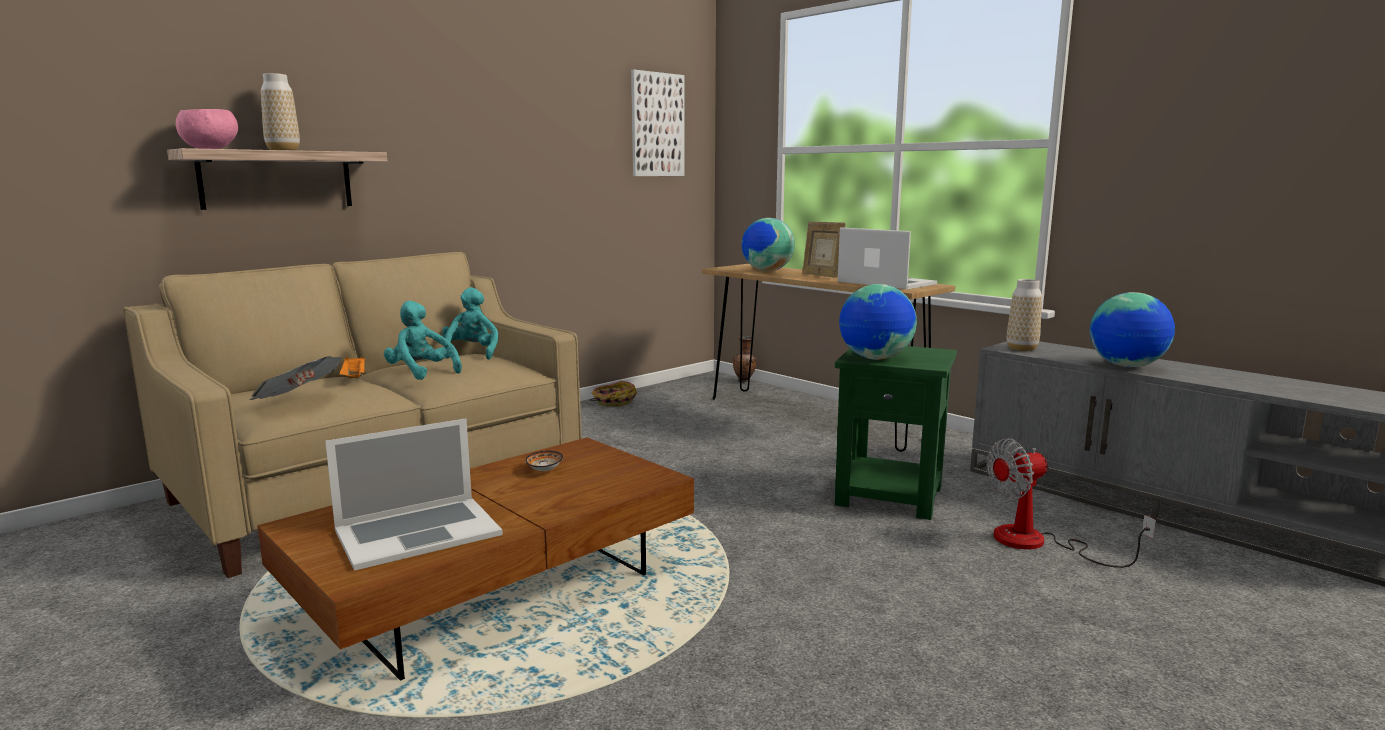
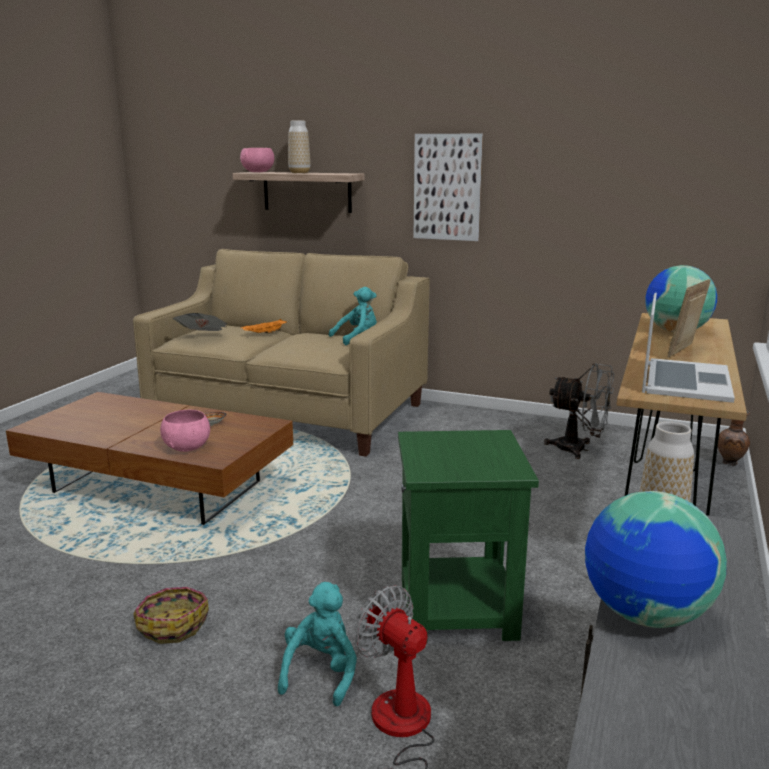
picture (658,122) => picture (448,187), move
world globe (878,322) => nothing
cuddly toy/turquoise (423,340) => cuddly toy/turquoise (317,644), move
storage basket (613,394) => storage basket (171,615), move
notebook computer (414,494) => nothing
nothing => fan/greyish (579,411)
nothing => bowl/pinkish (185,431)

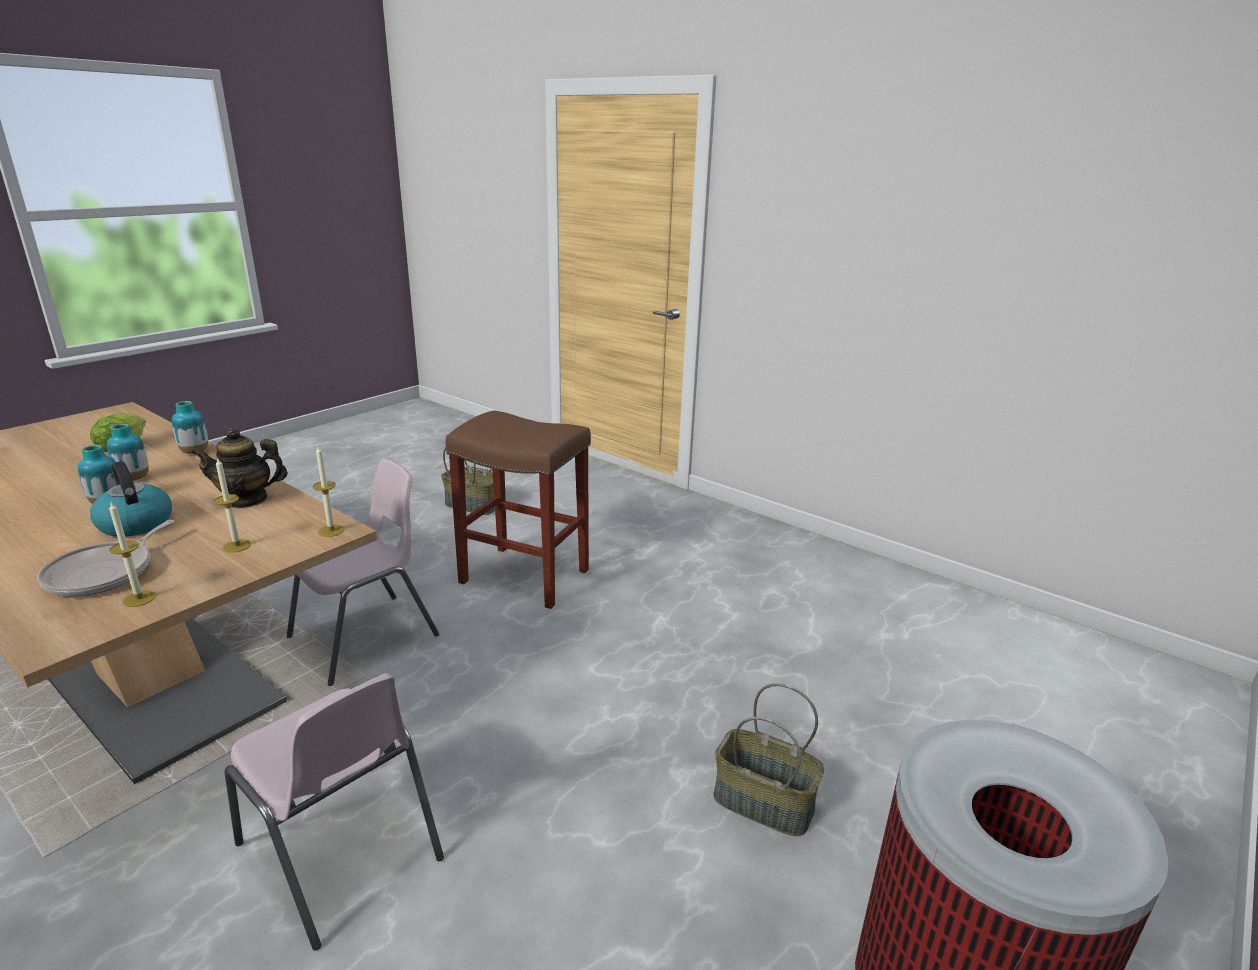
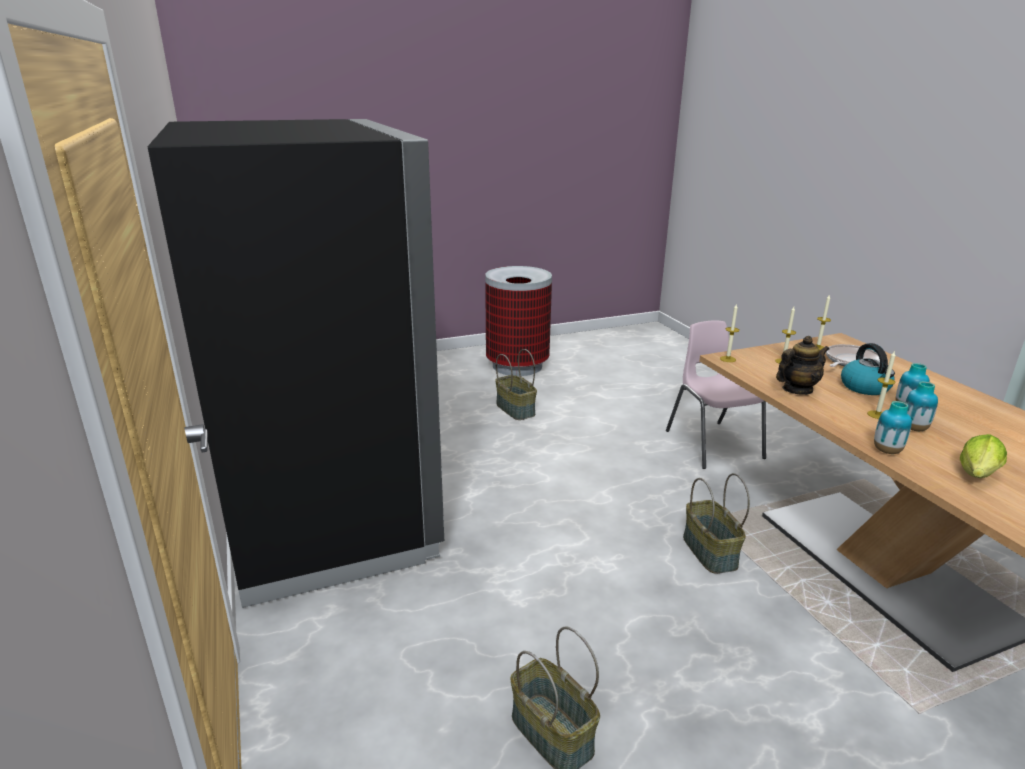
stool/brownish (518,509) => nothing
tea pot (239,468) => tea pot (802,365), 45 degrees counterclockwise
upright chair/pinkish (363,572) => storage basket (716,523)
nothing => refrigerator/black-coloured (295,363)
nothing => candle (881,385)

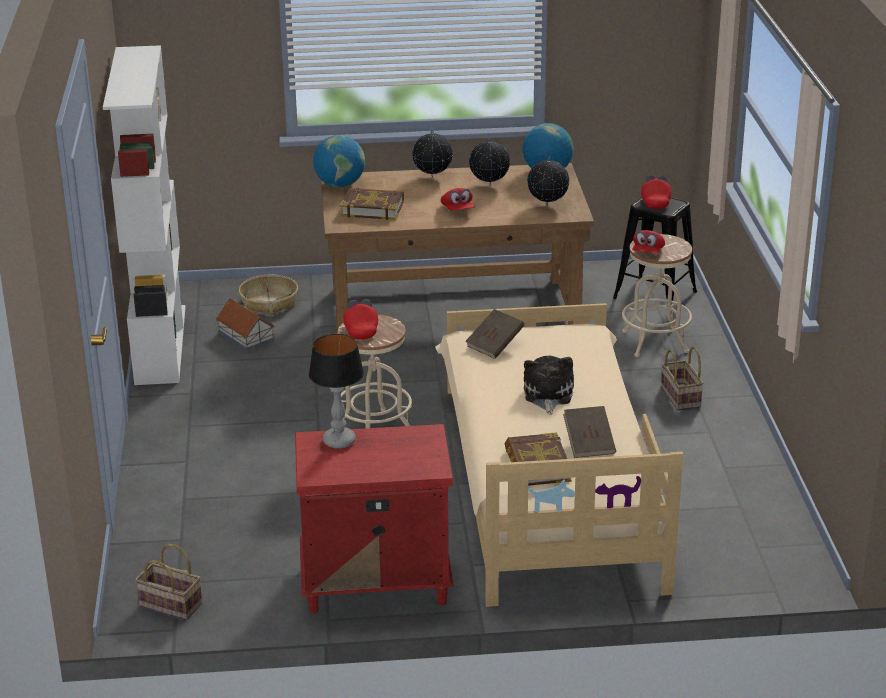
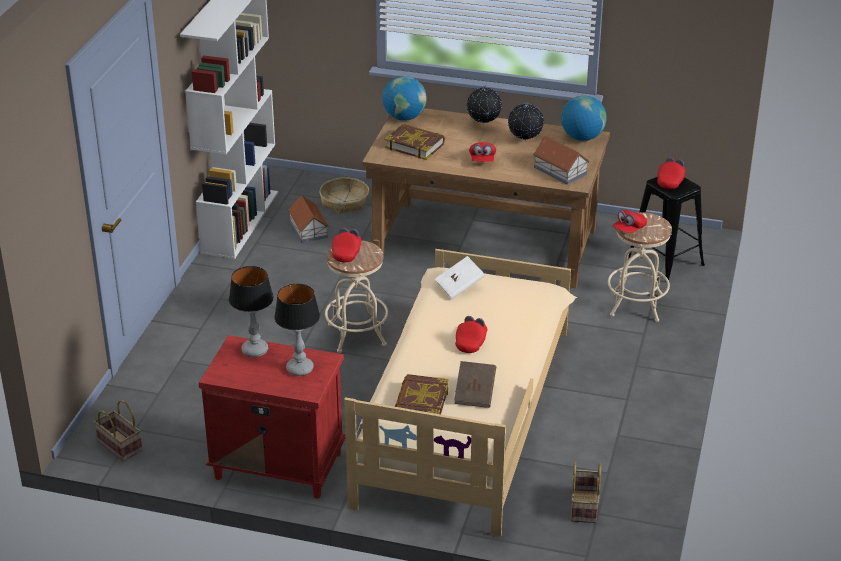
world globe (548,181) => miniature house (561,160)
volume/brownish (494,334) => volume/white-coloured (460,278)
storage basket (682,378) => storage basket (586,492), move
cuddly toy (549,385) => cap/reddish (471,334)
nothing => table lamp (297,329)

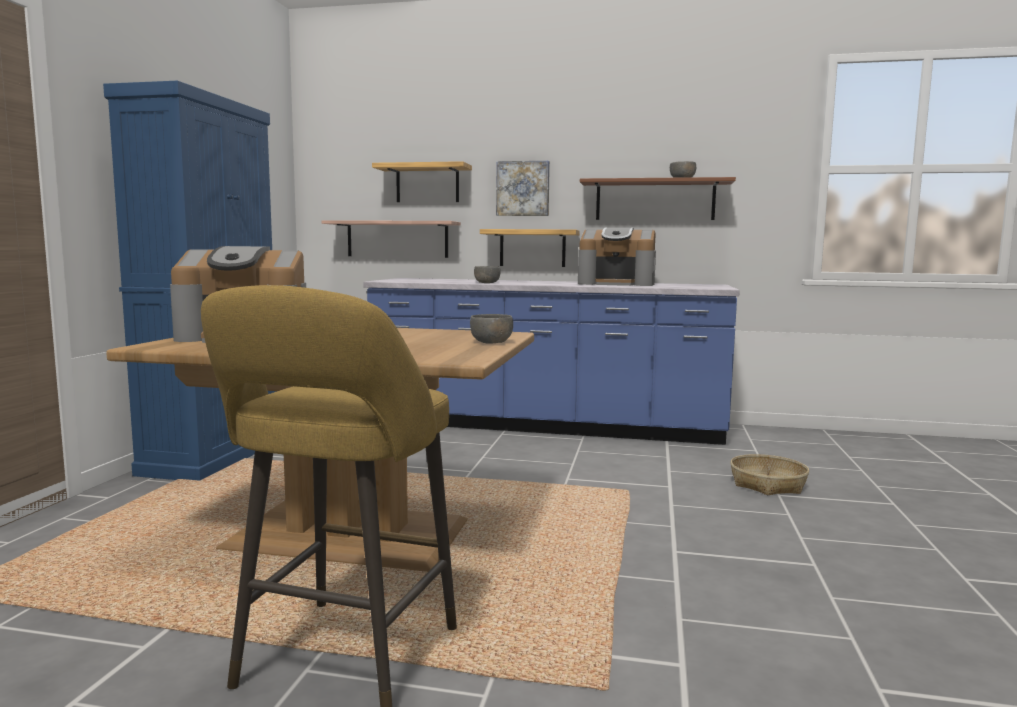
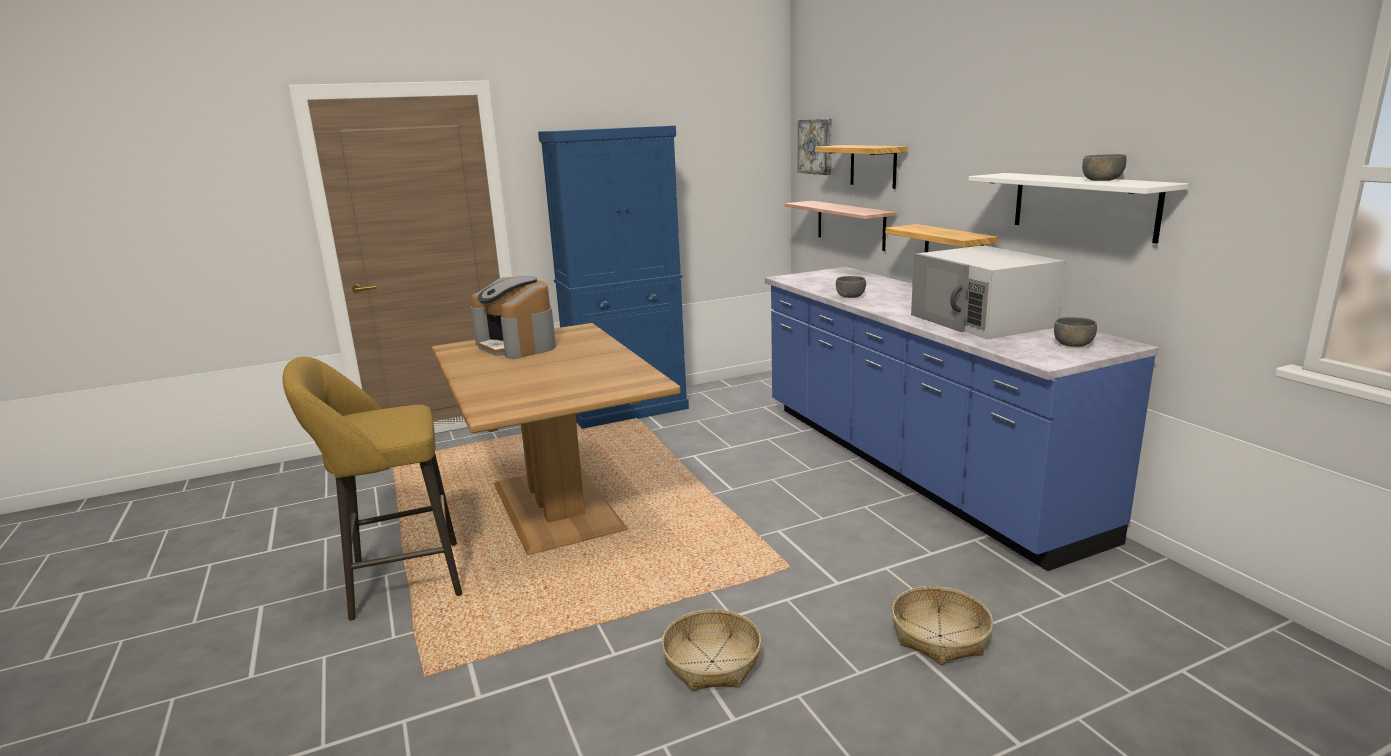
picture (523,188) => picture (815,147), move
shelf/brownish (658,198) => shelf/white-coloured (1078,208)
coffee machine (617,256) => kitchen microwave/white-coloured (988,292)
bowl/greyish (491,329) => bowl/greyish (1075,332), move
nothing => storage basket (711,650)

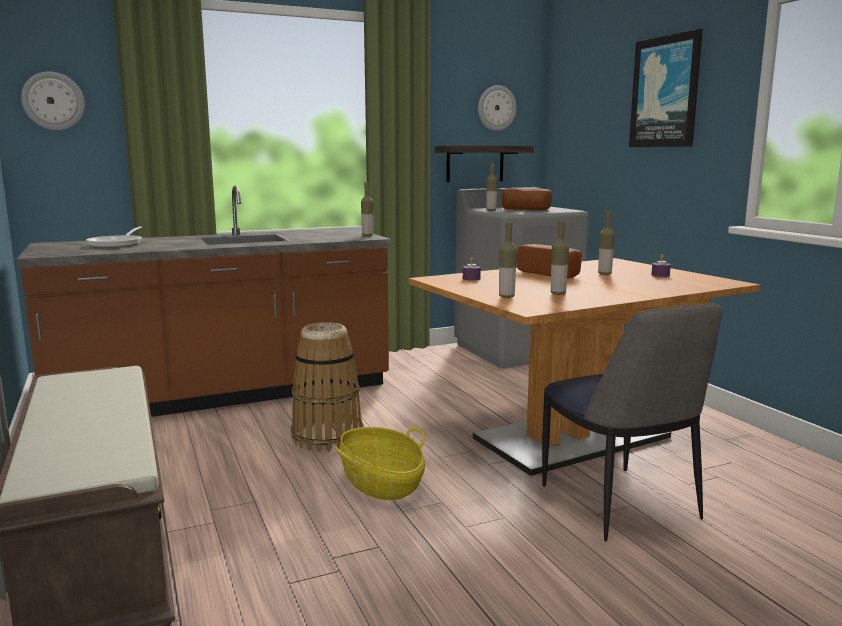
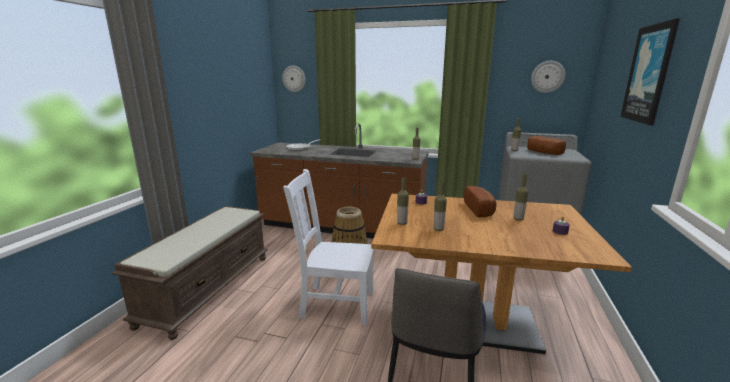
shelf (484,164) => nothing
storage basket (380,463) => upright chair/white-coloured (328,247)

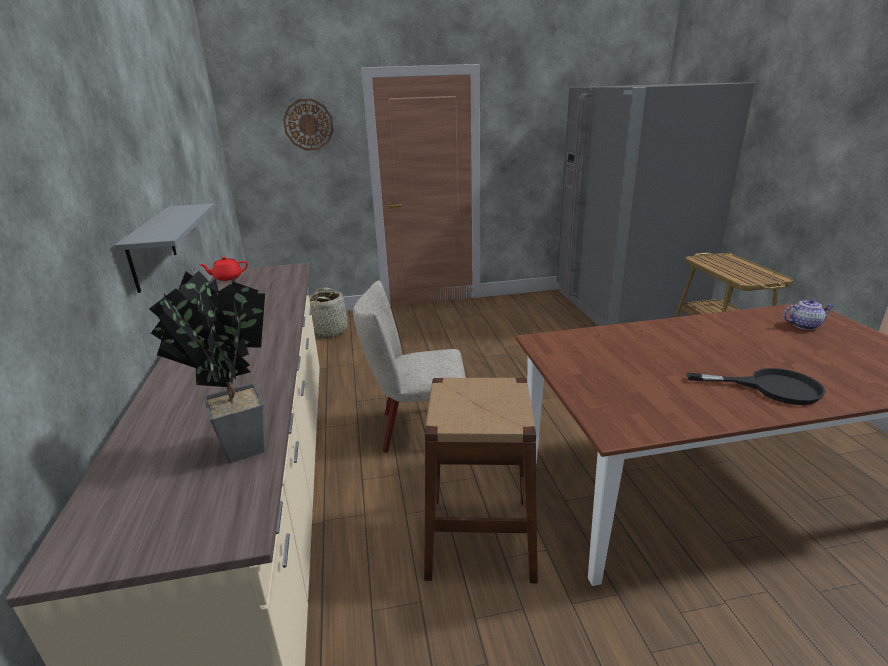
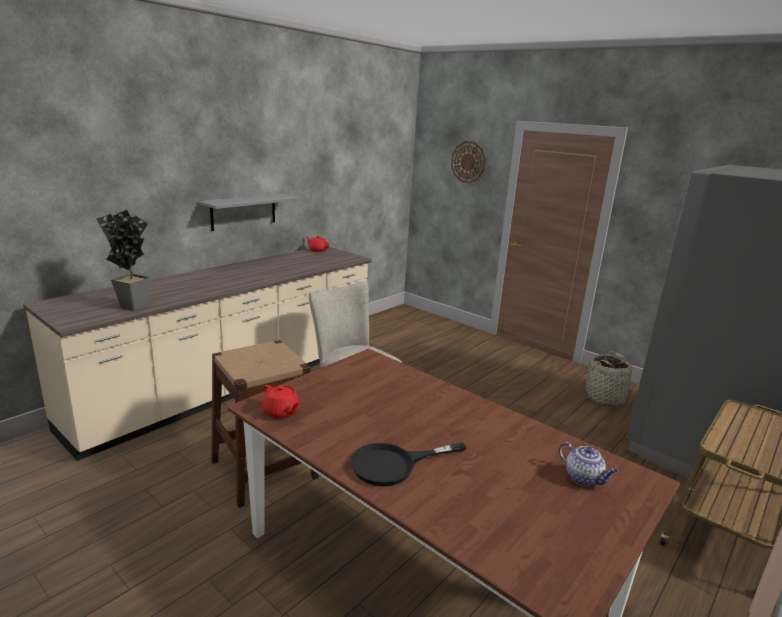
storage basket (328,312) => storage basket (609,379), move
skillet/black-coloured (756,386) => skillet/black-coloured (408,464), 90 degrees clockwise
nothing => tea pot/reddish (281,402)

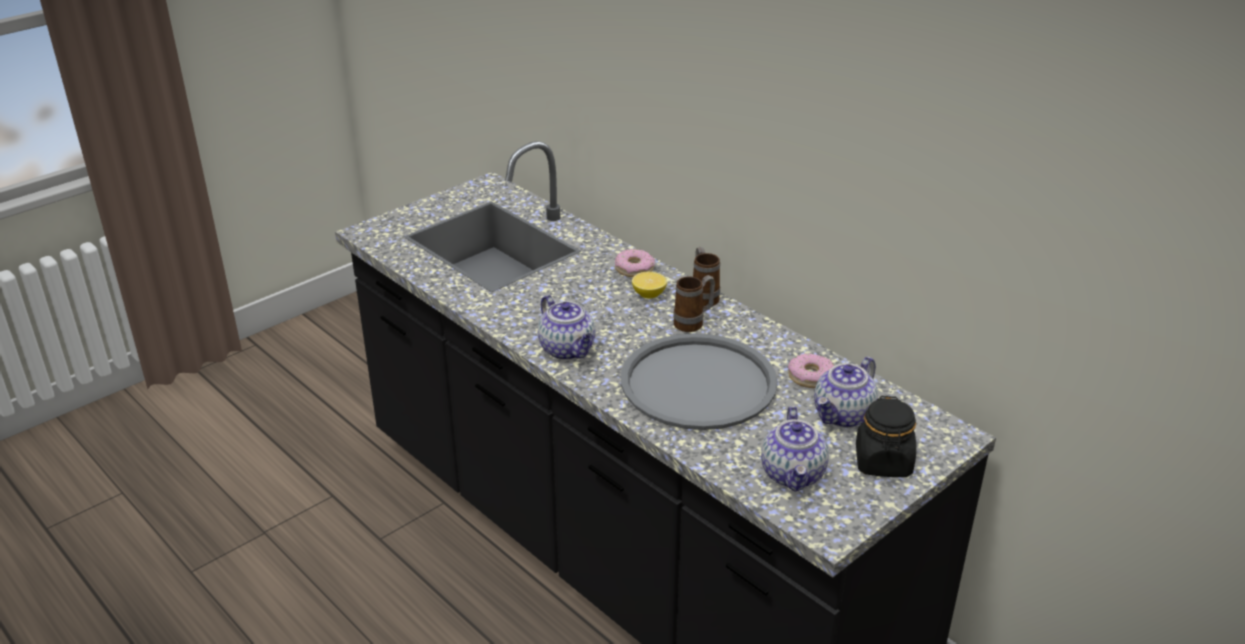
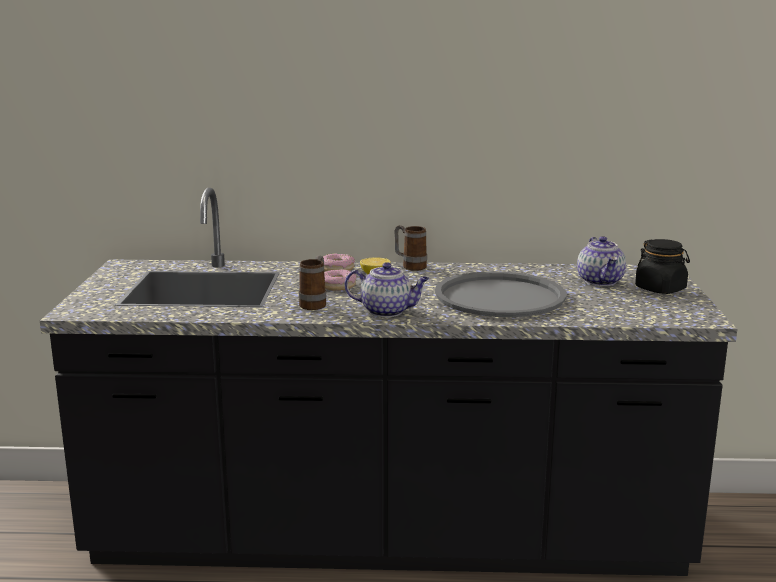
mug (694,303) => mug (312,282), move
ring doughnut (811,370) => ring doughnut (340,280), move
tea pot (795,449) => nothing

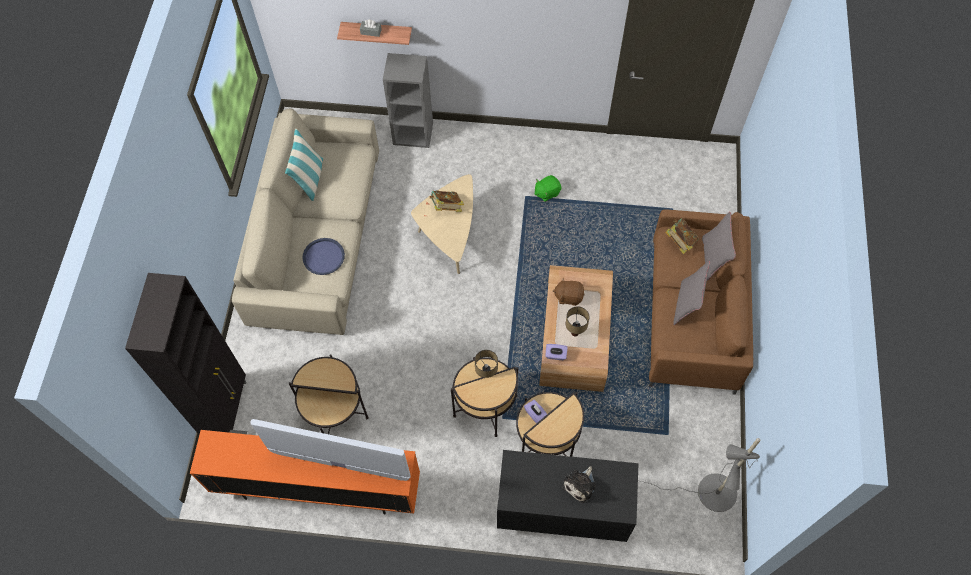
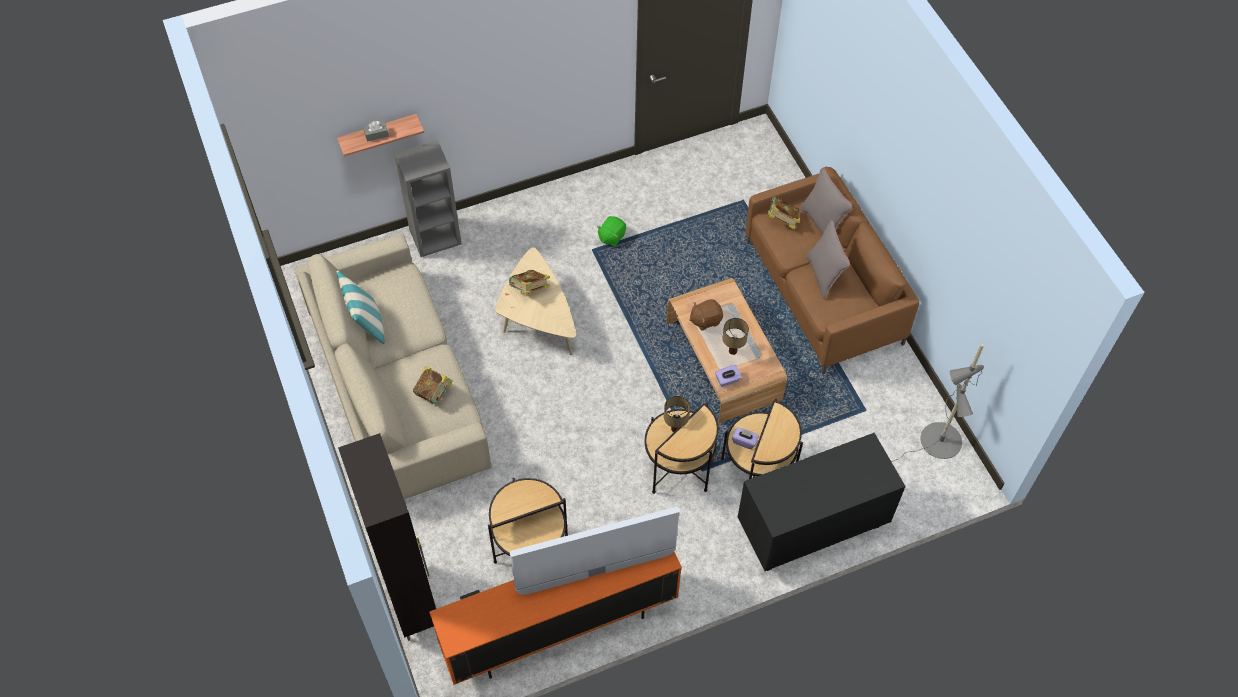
tray/blue (324,256) => volume (433,385)
cuddly toy (579,484) => nothing

